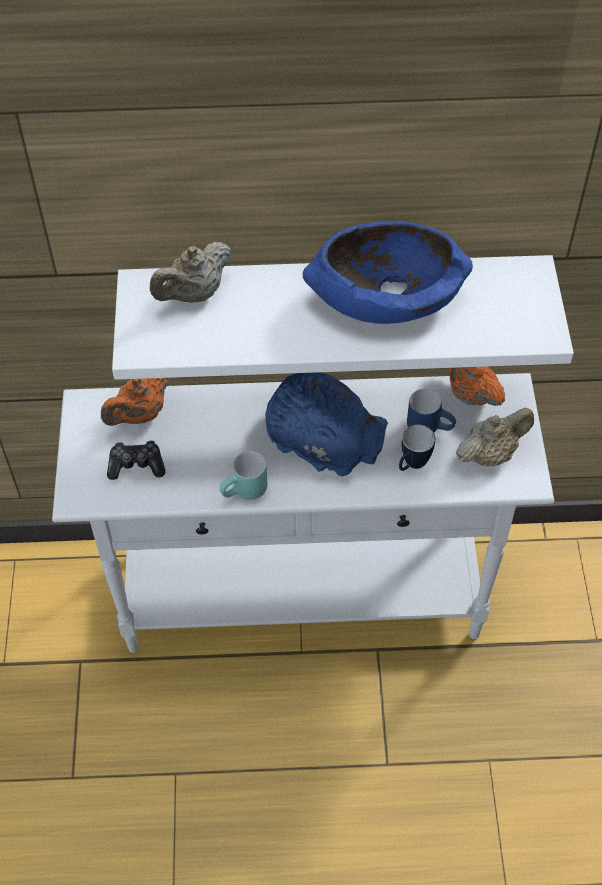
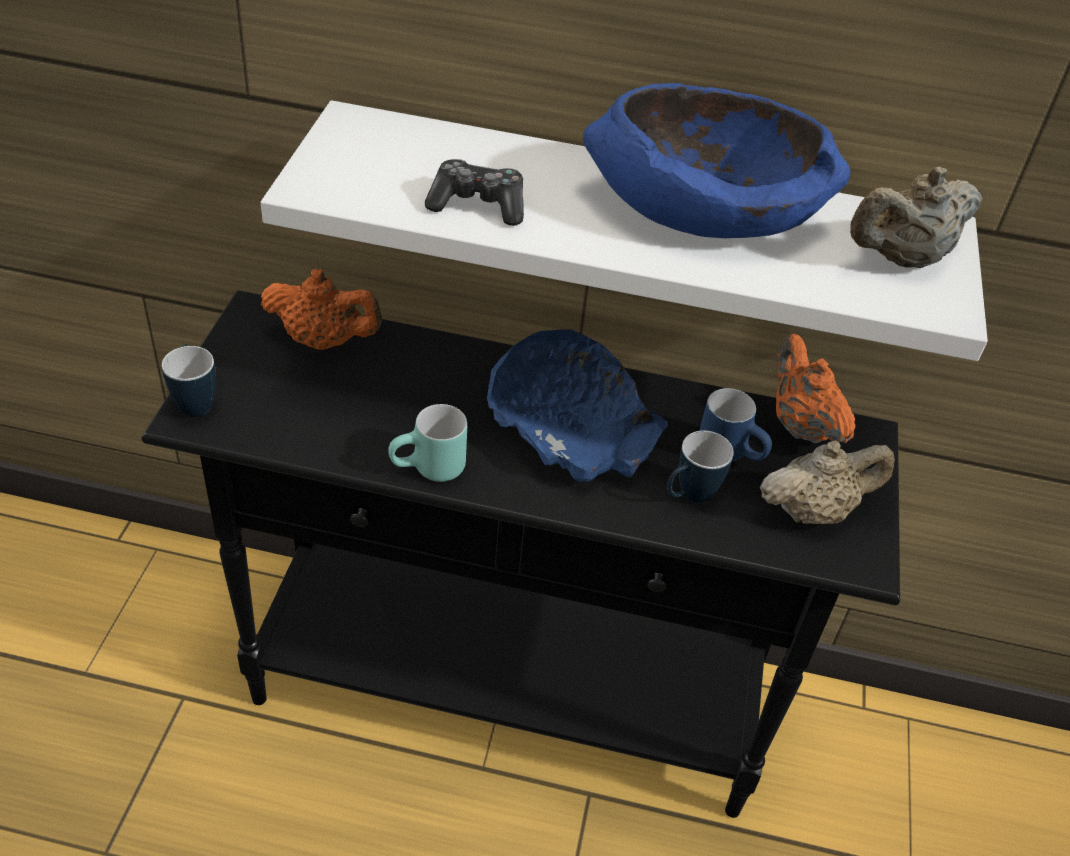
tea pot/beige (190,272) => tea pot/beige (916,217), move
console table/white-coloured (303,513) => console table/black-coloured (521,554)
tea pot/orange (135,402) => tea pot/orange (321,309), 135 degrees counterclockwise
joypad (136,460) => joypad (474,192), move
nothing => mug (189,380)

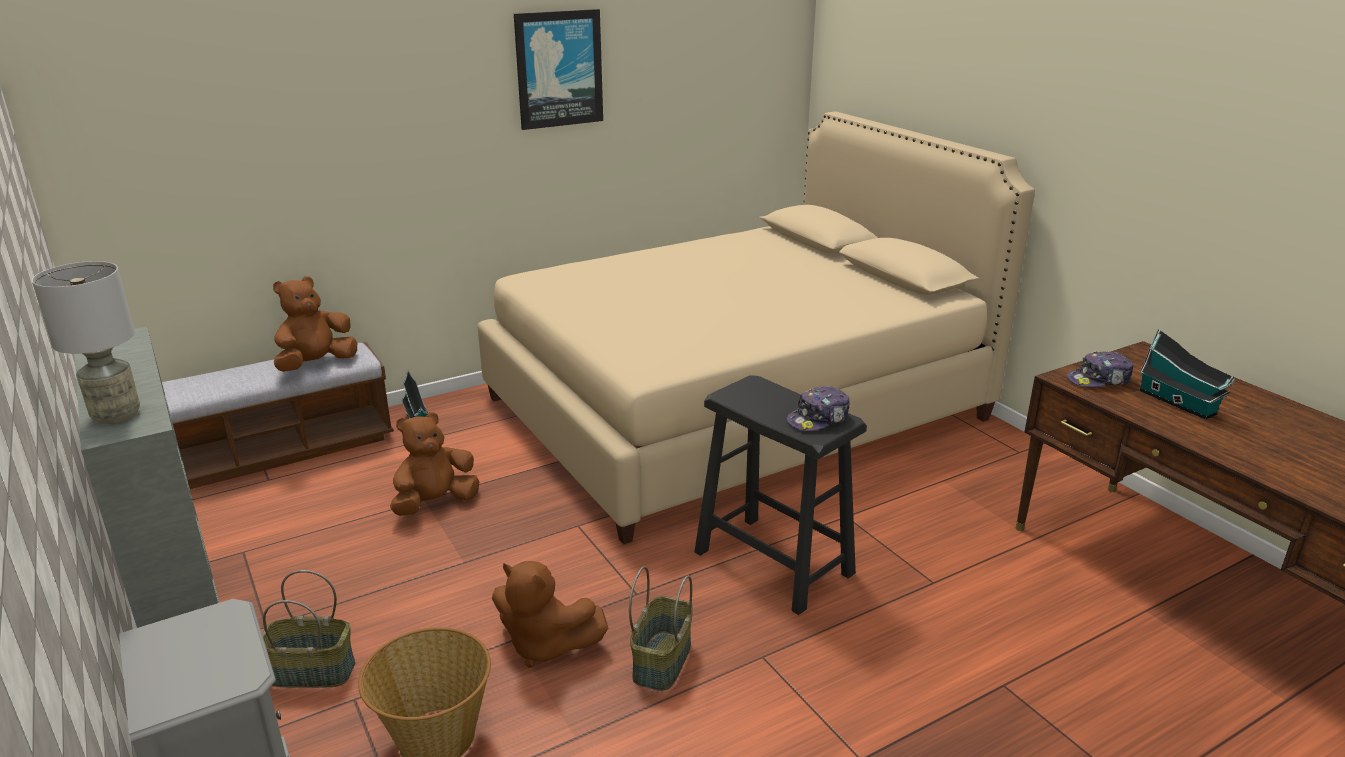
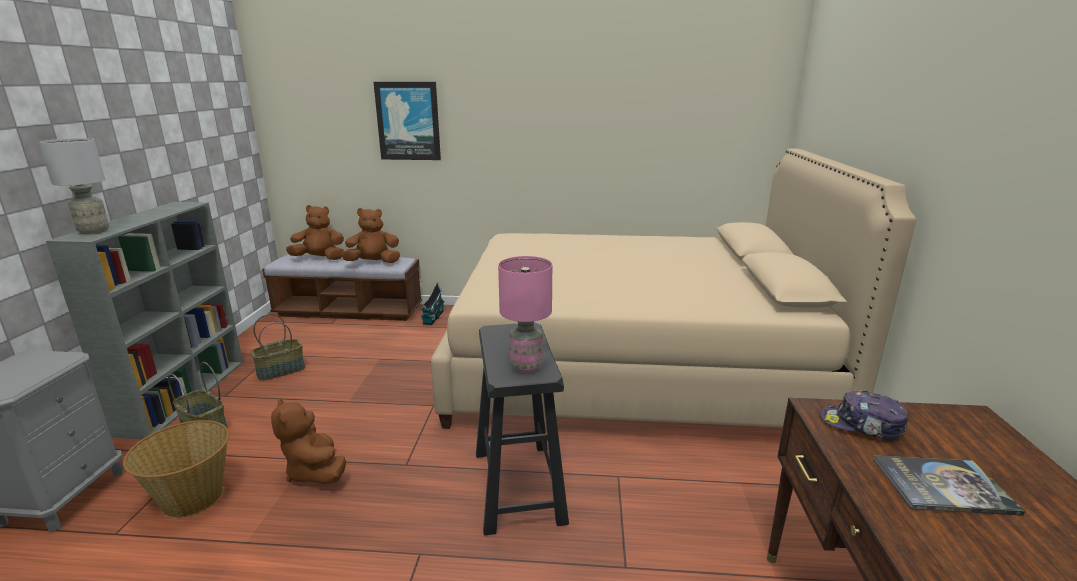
picture (558,69) => picture (407,121), move
miniature house (1187,374) => volume (949,486)
cap (818,409) => table lamp/pinkish (525,314)
cuddly toy/brownish (435,464) => cuddly toy/brownish (315,232), move
storage basket (661,628) => storage basket (278,347), move

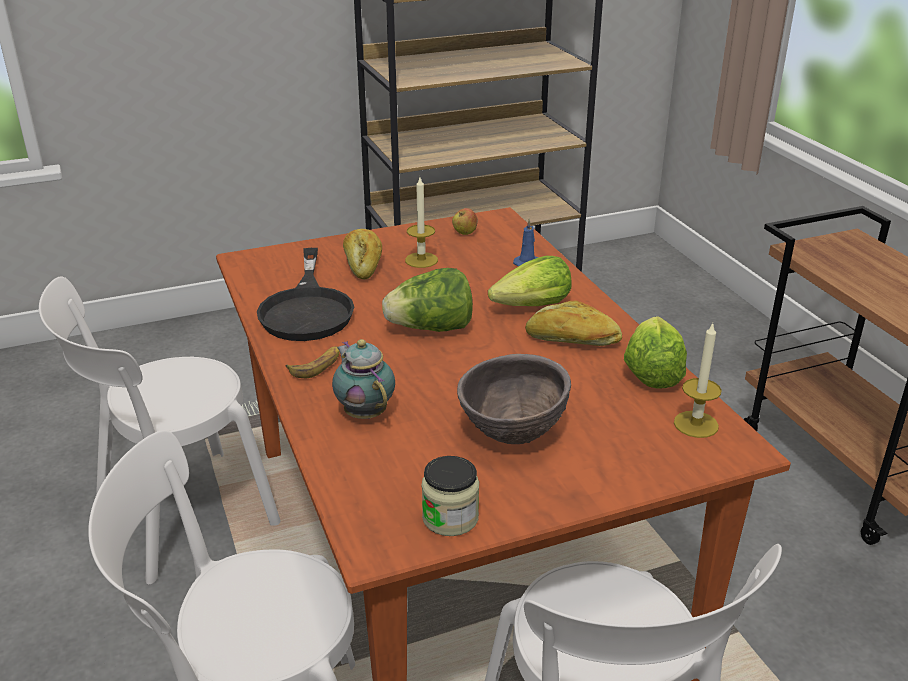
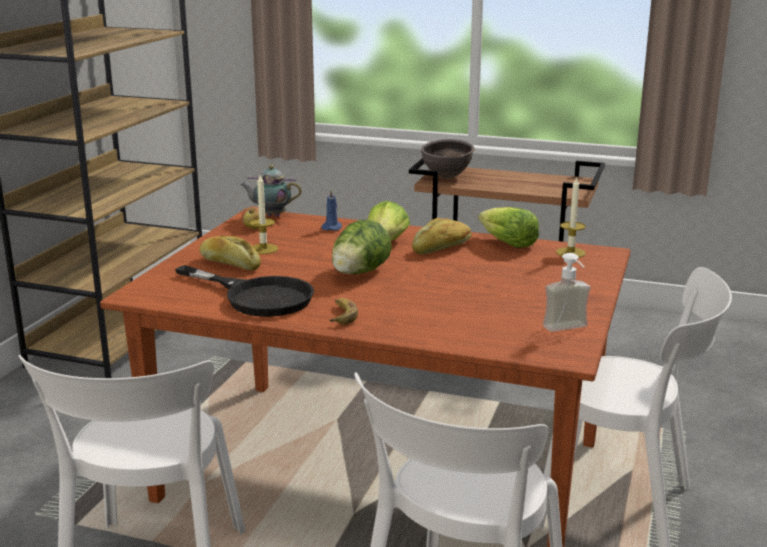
tea pot (363,379) => tea pot (271,191), move
bowl/brownish (514,399) => bowl/brownish (448,158), move
storage jar (450,496) => soap dispenser (567,292)

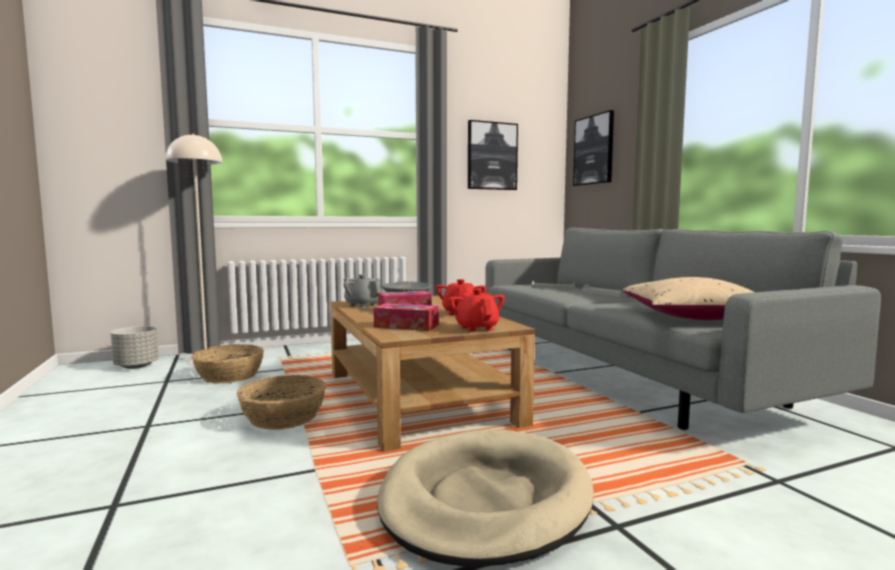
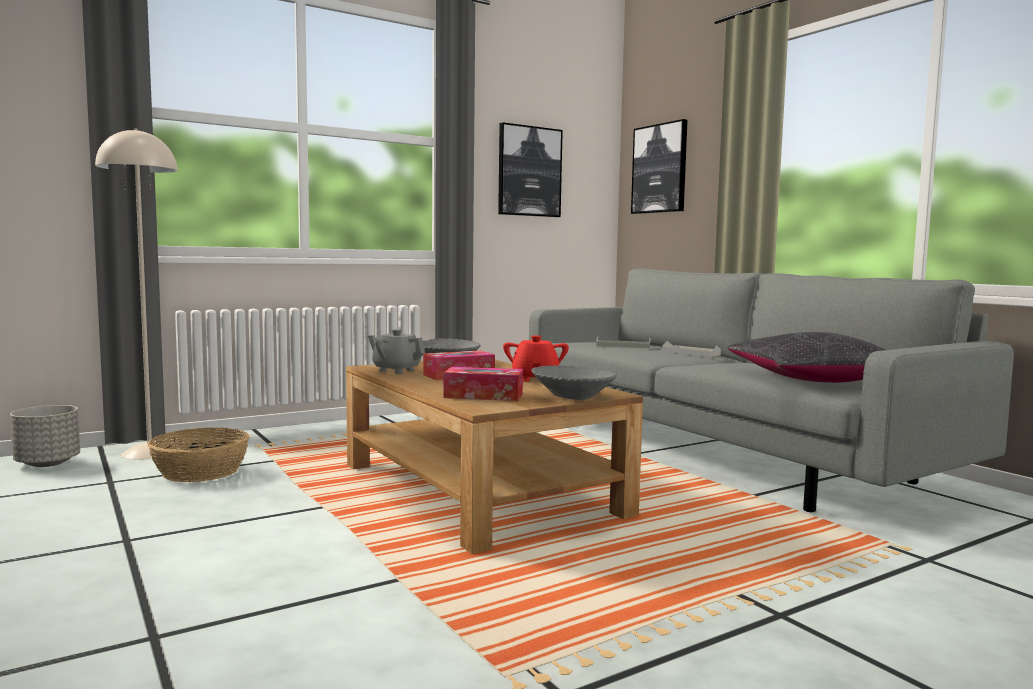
cushion/beige (688,298) => cushion/black-coloured (807,357)
tea pot/reddish (476,310) => bowl/greyish (574,382)
storage basket (281,402) => nothing
dog cushion/beige (485,498) => nothing

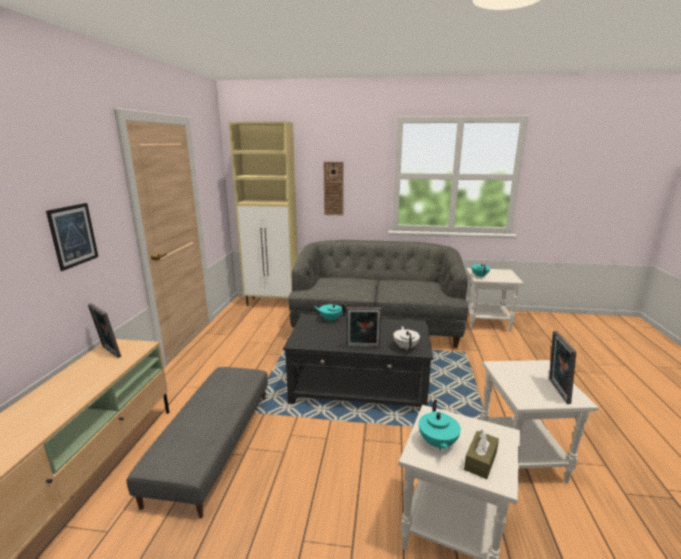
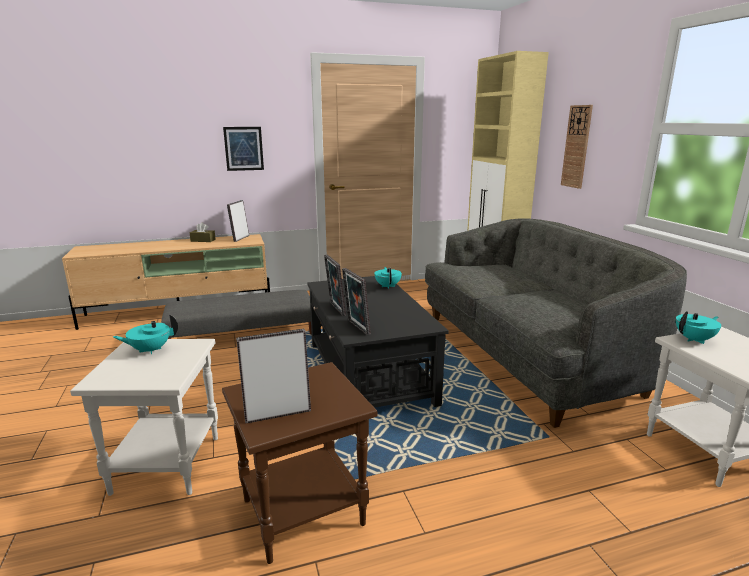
tea pot/white-coloured (406,338) => picture frame (356,301)
side table/white-coloured (539,421) => side table/brownish (300,463)
tissue holder/brownish (481,454) => tissue holder/brownish (203,232), move

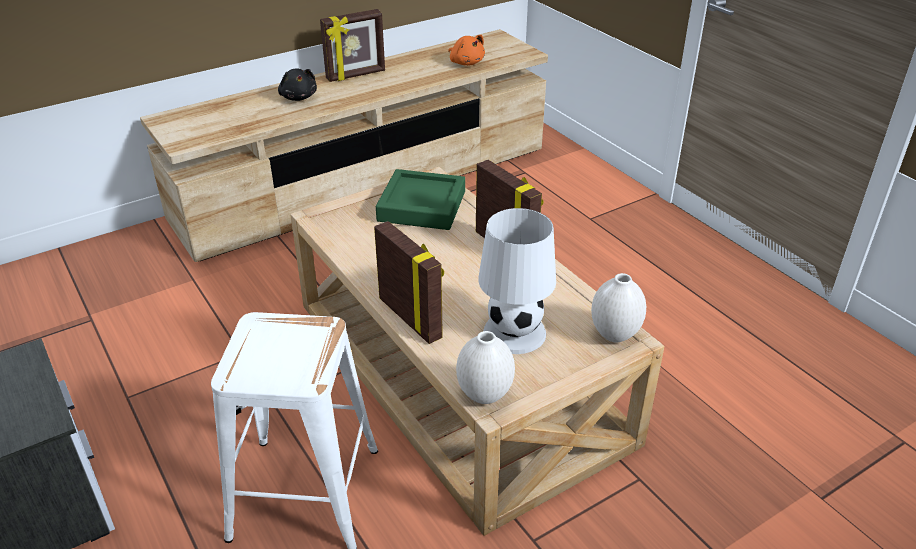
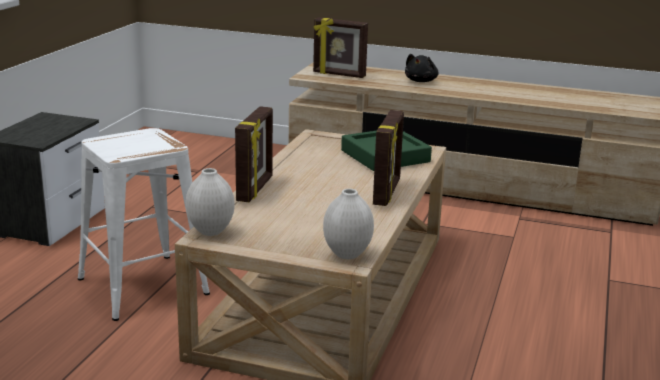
picture frame (352,45) => picture frame (340,47), move
cuddly toy/orange (466,50) => nothing
table lamp/white-coloured (517,281) => nothing

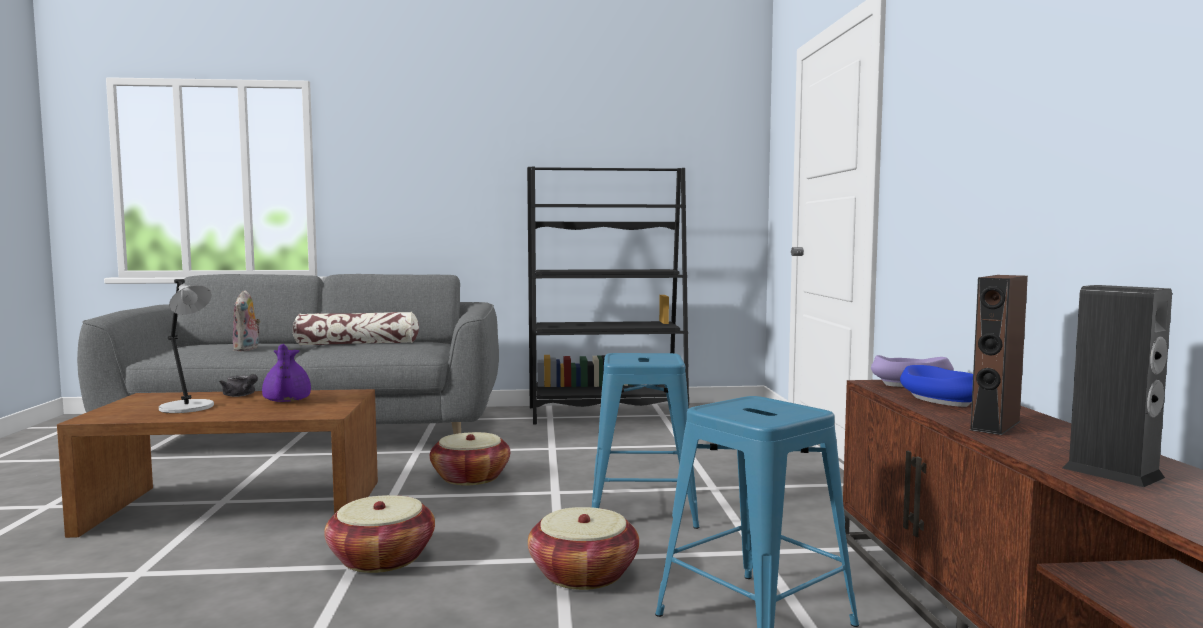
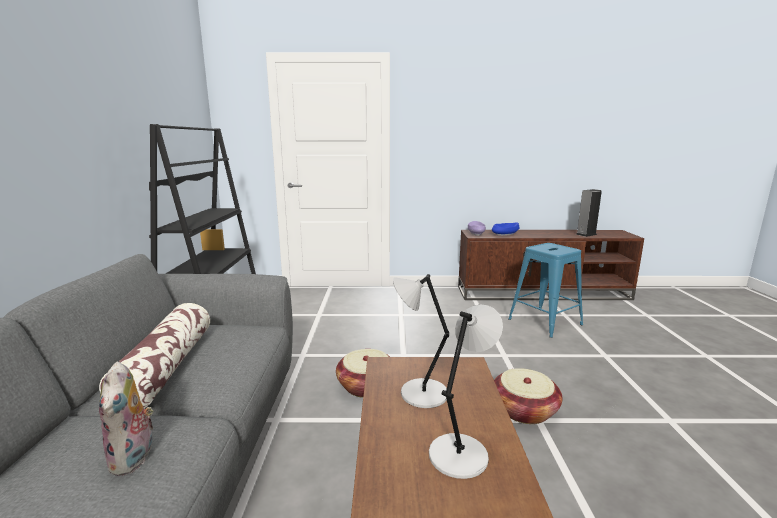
audio speaker/brownish (999,355) => nothing
cuddly toy (247,320) => cuddly toy (127,419), 75 degrees clockwise
tea pot/purple-coloured (286,373) => table lamp/greyish (421,341)
stool/blue (646,441) => nothing
tea pot/greyish (238,385) => nothing
storage basket (583,548) => nothing

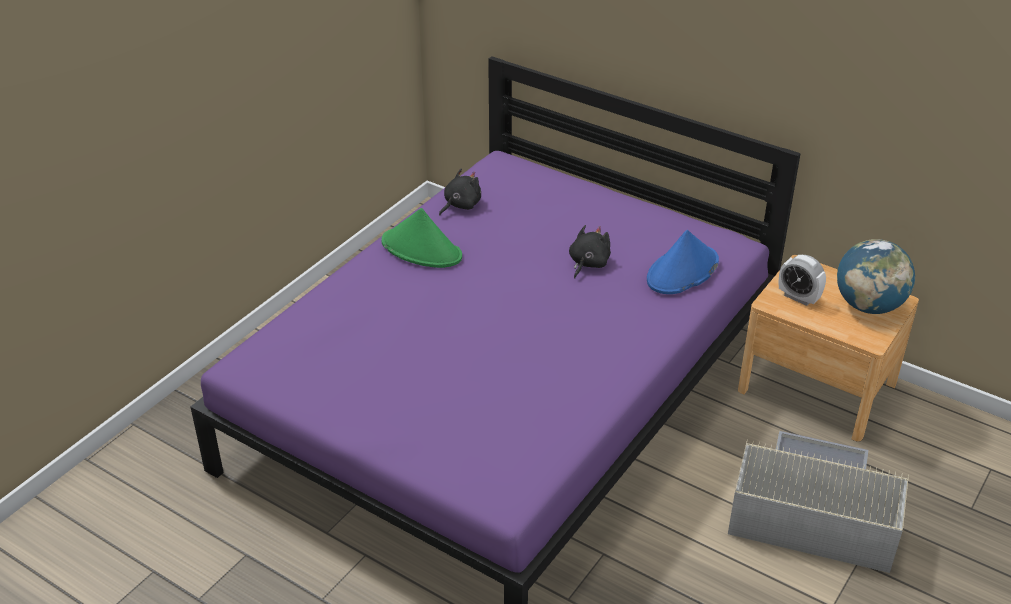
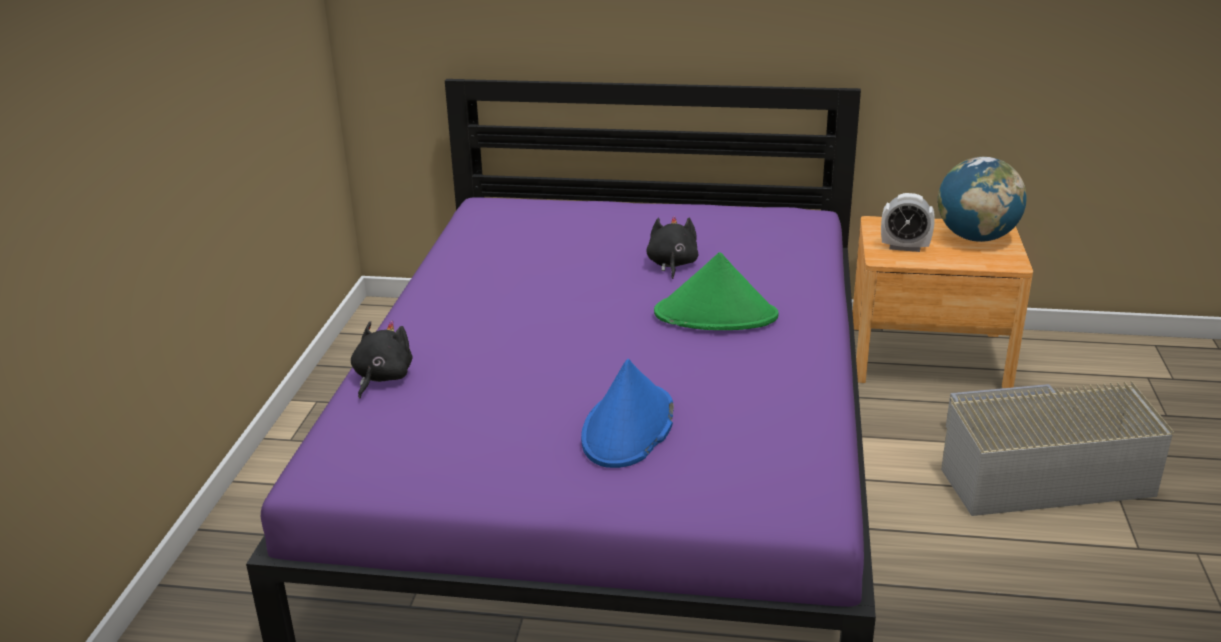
cuddly toy/black-coloured (460,192) => cuddly toy/black-coloured (382,359), move
wearable hat/greenish (421,238) => wearable hat/greenish (716,291), move
wearable hat/blue (683,262) => wearable hat/blue (627,413), move

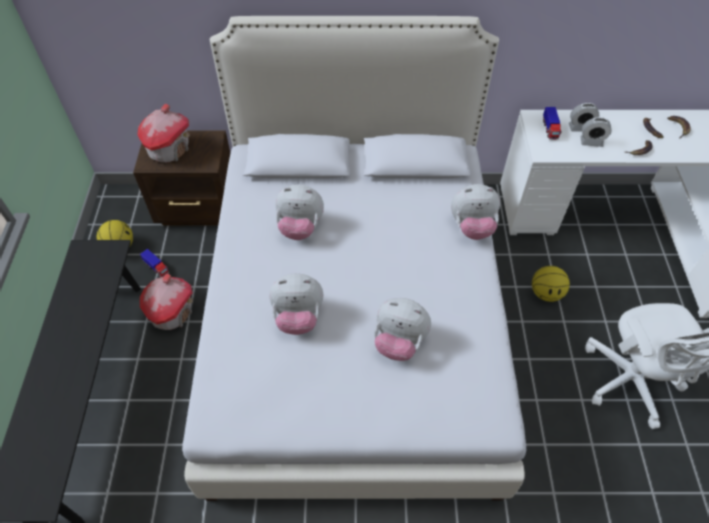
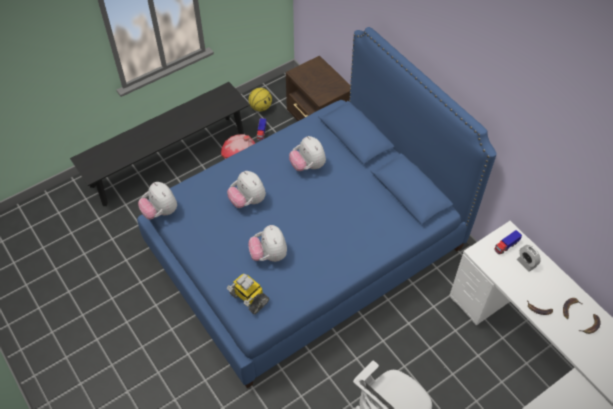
bed/white-coloured (354,258) => bed/blue (317,207)
miniature house (163,133) => nothing
table clock (596,132) => nothing
cuddly toy (475,212) => cuddly toy (157,201), move
basketball ball (551,284) => nothing
nothing => robot figure (248,293)

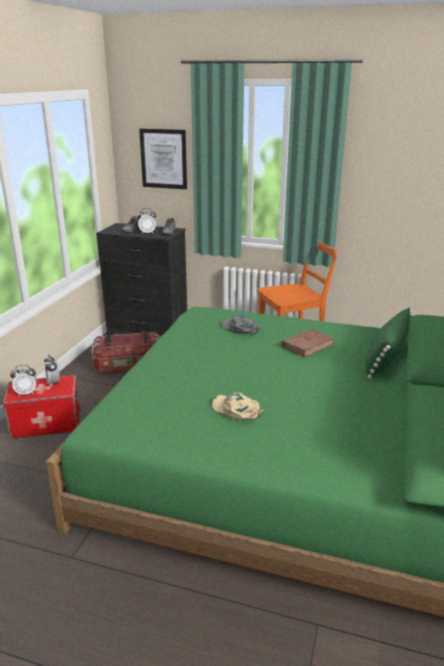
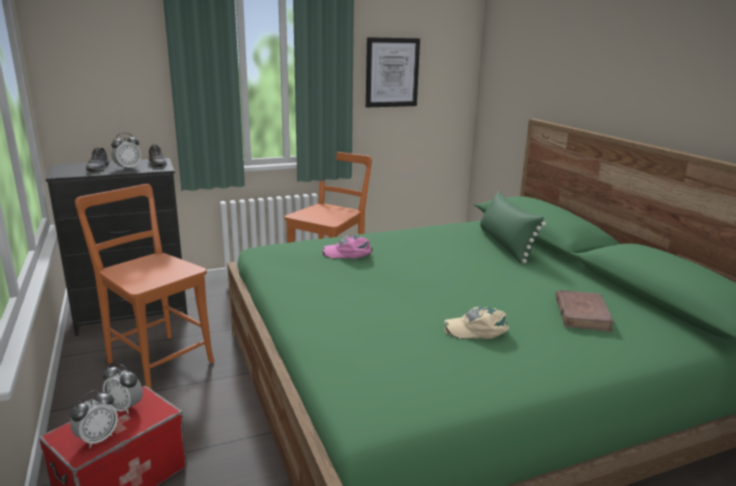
picture (163,158) => picture (393,72), move
cap/greyish (241,324) => cap/pinkish (347,247)
volume/brownish (308,343) => volume/brownish (585,311), move
storage bin (126,352) => upright chair/orange (144,287)

